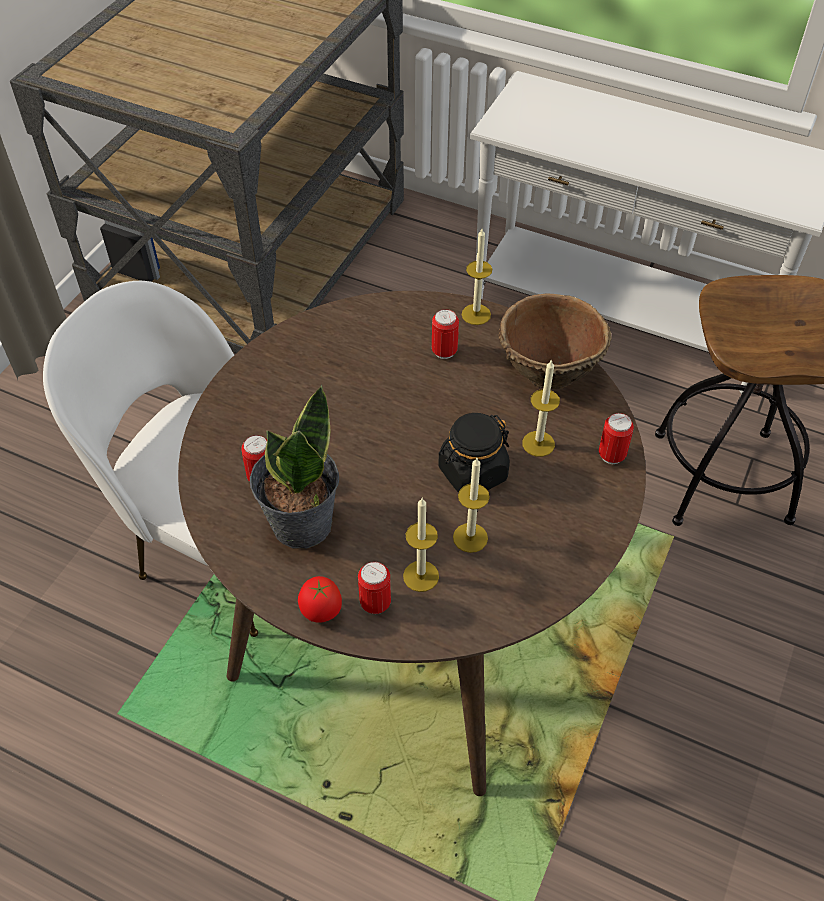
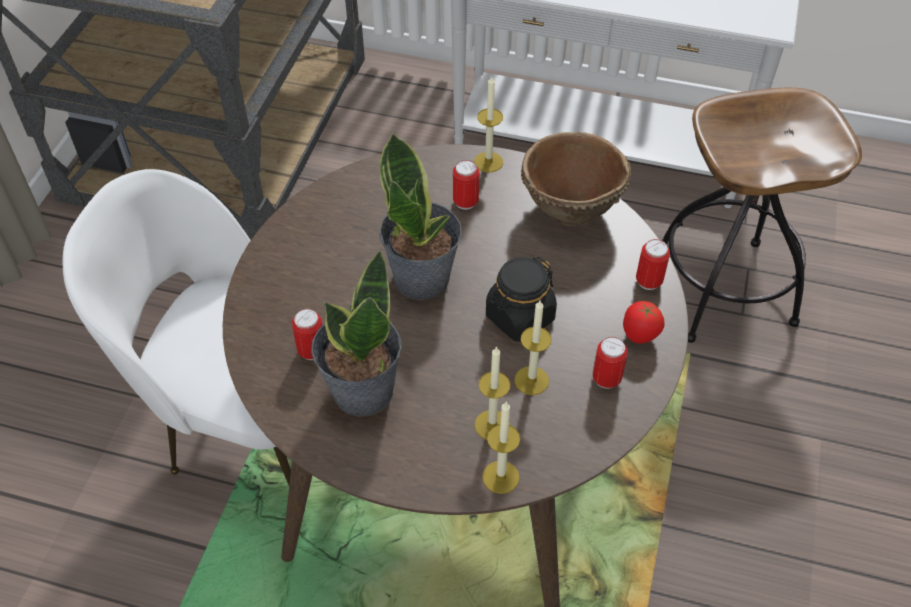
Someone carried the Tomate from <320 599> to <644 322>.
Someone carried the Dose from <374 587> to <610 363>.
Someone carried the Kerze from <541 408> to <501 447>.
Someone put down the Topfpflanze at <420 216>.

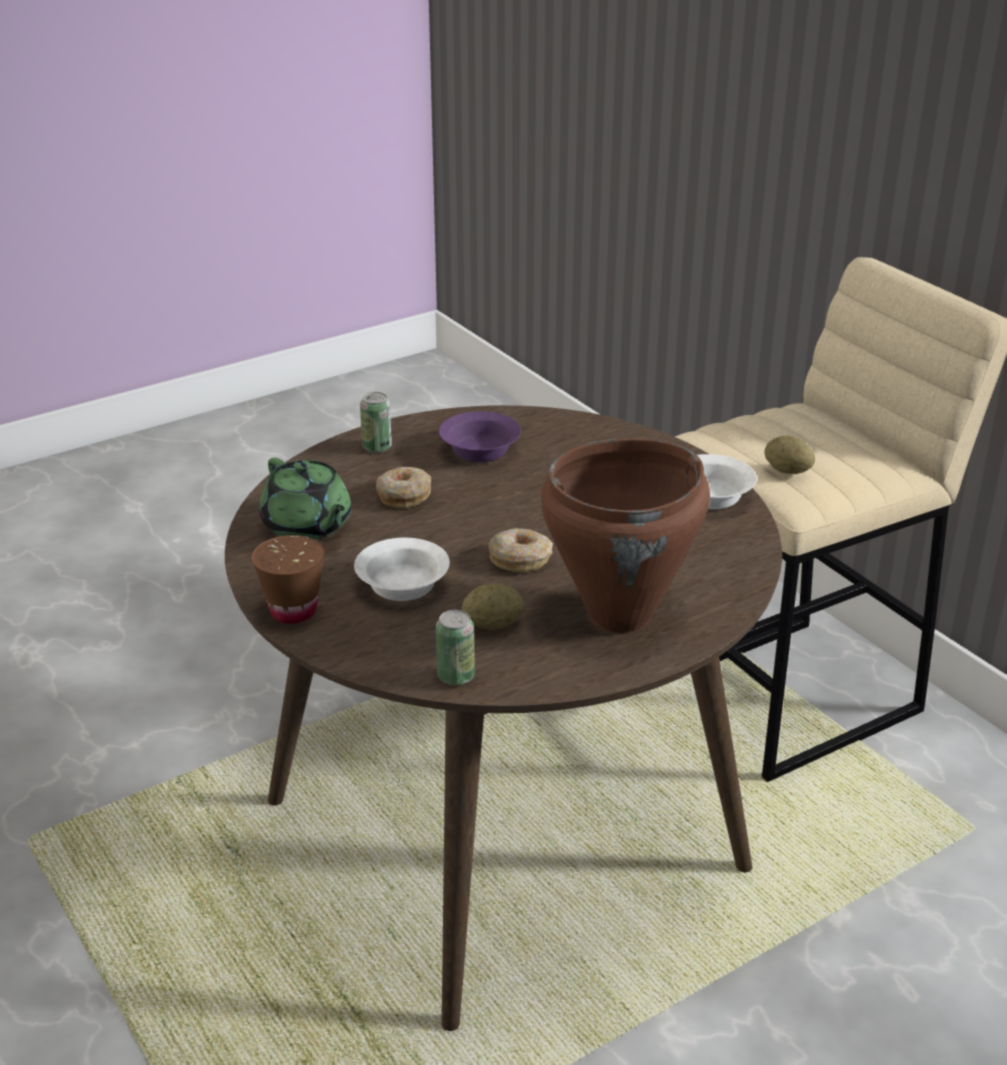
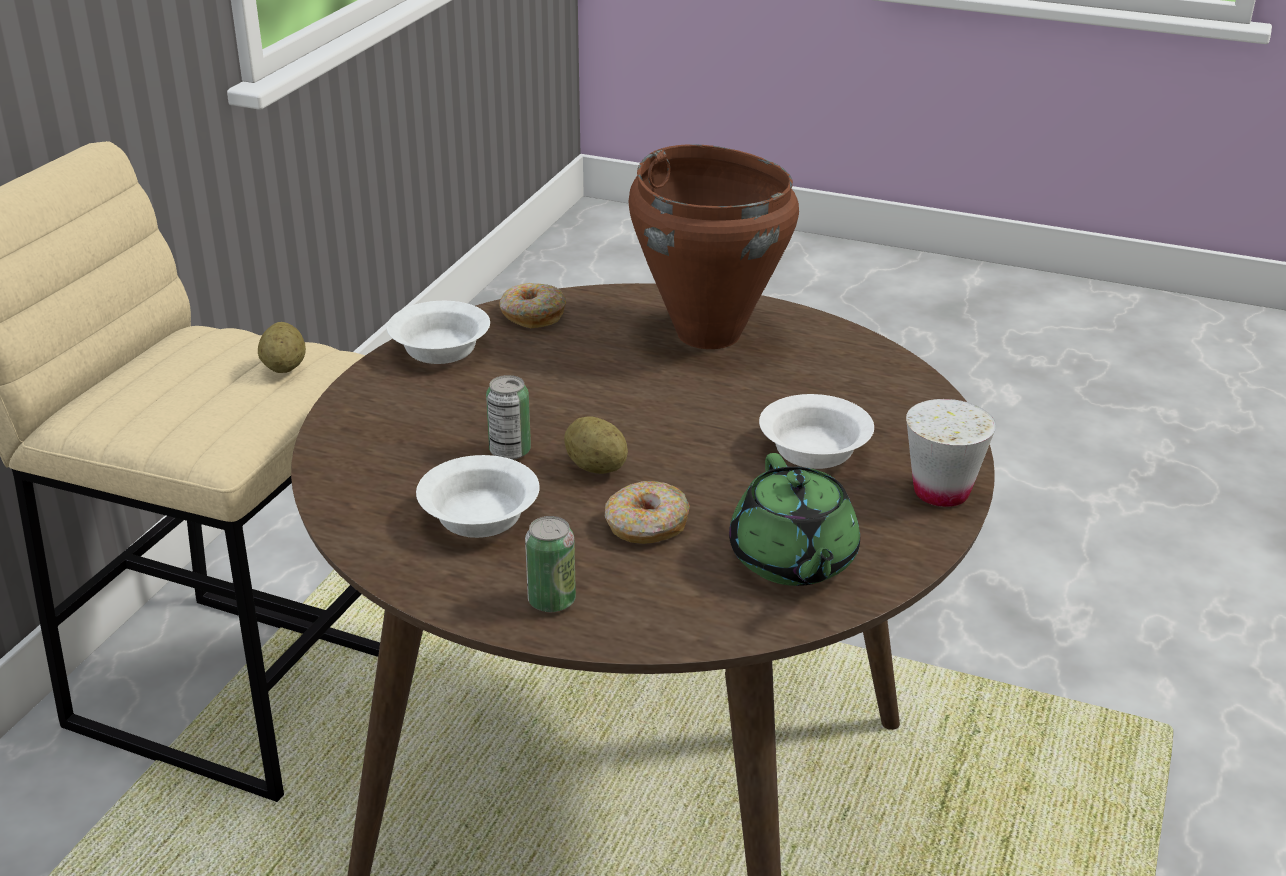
Someone repainted the Tasse [braun] at <288 579>, which became the Tasse [weiß] at <951 453>.
Someone rotated the Teekanne [grün] at <305 499> by 150 degrees clockwise.
Someone carried the Dose from <455 647> to <508 417>.
Someone repainted the Schüssel [lila] at <480 436>, which became the Schüssel [weiß] at <478 496>.
Someone carried the Kartoffel from <493 607> to <596 445>.
Someone carried the Donut from <521 550> to <533 305>.

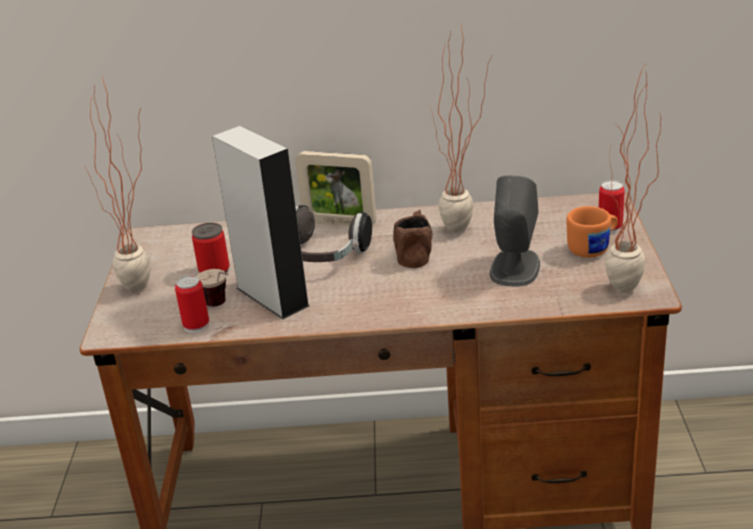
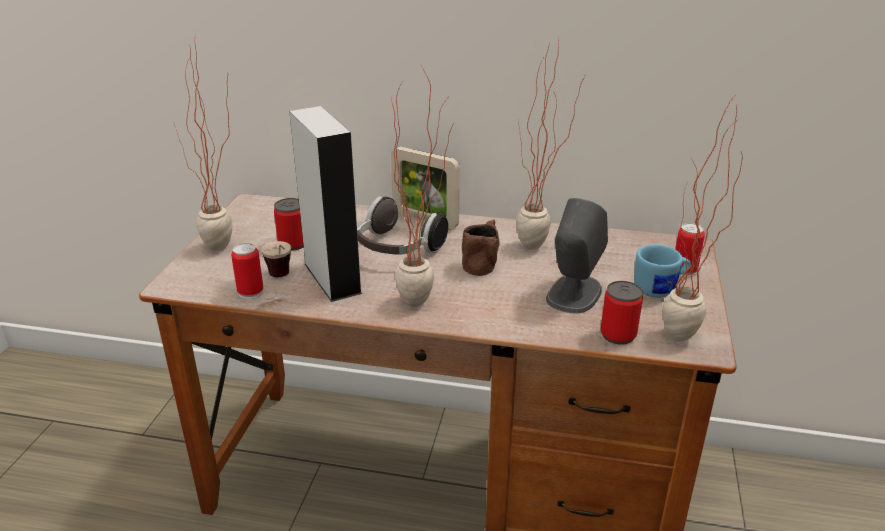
Someone repainted the Henkelbecher [orange] at <592 232>, which became the Henkelbecher [blau] at <662 271>.
Someone put down the Topfpflanze at <422 186>.
Someone put down the Dose at <622 313>.

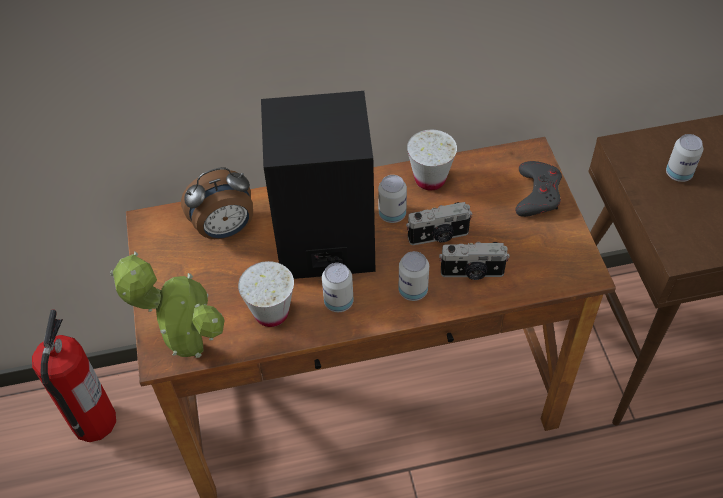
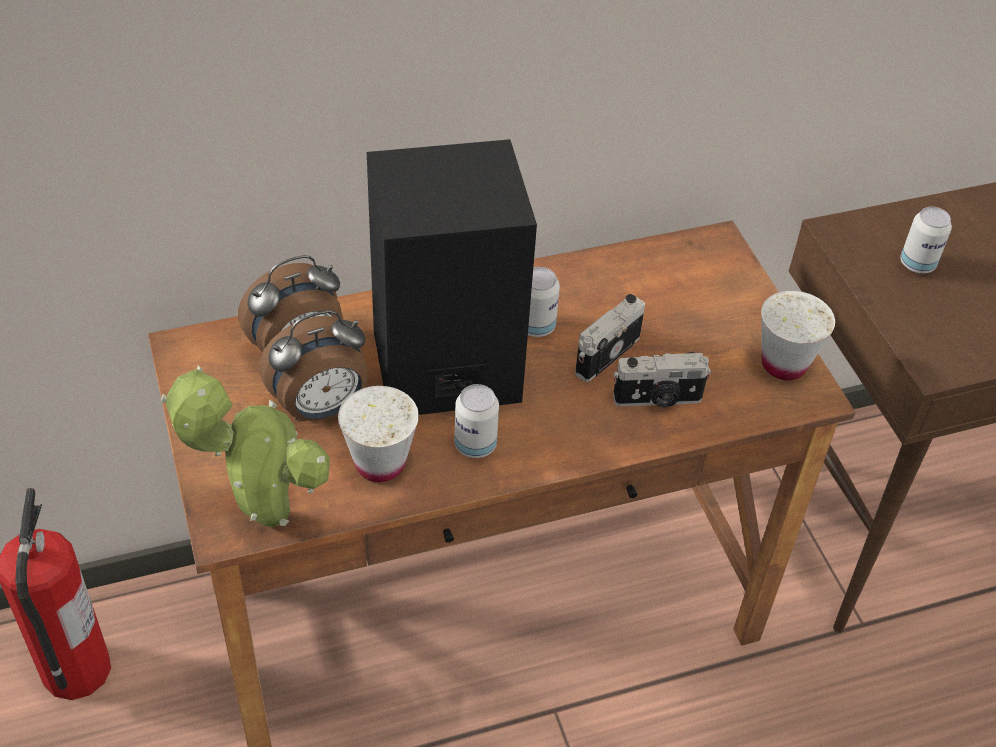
Someone took away the Dose at <414 276>.
Someone rotated the Kamera at <439 223> by 150 degrees clockwise.
Someone carried the Tasse [weiß] from <432 160> to <798 335>.
Someone took away the Gamepad [grau] at <538 189>.
Someone put down the Wecker at <313 365>.

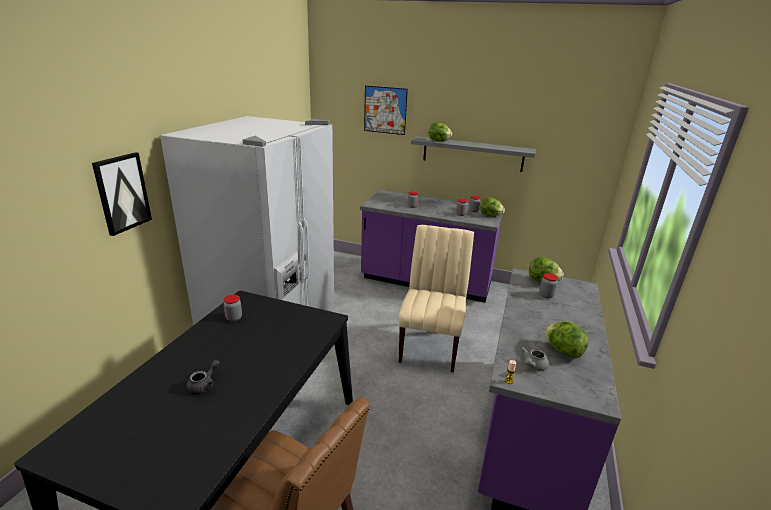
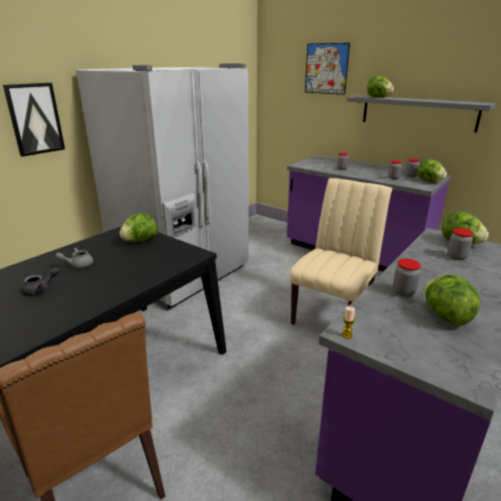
Someone carried the Vorratsglas from <233 308> to <407 278>.
Someone carried the Teekanne [grau] from <535 359> to <74 258>.
Someone put down the Salatkopf at <138 227>.

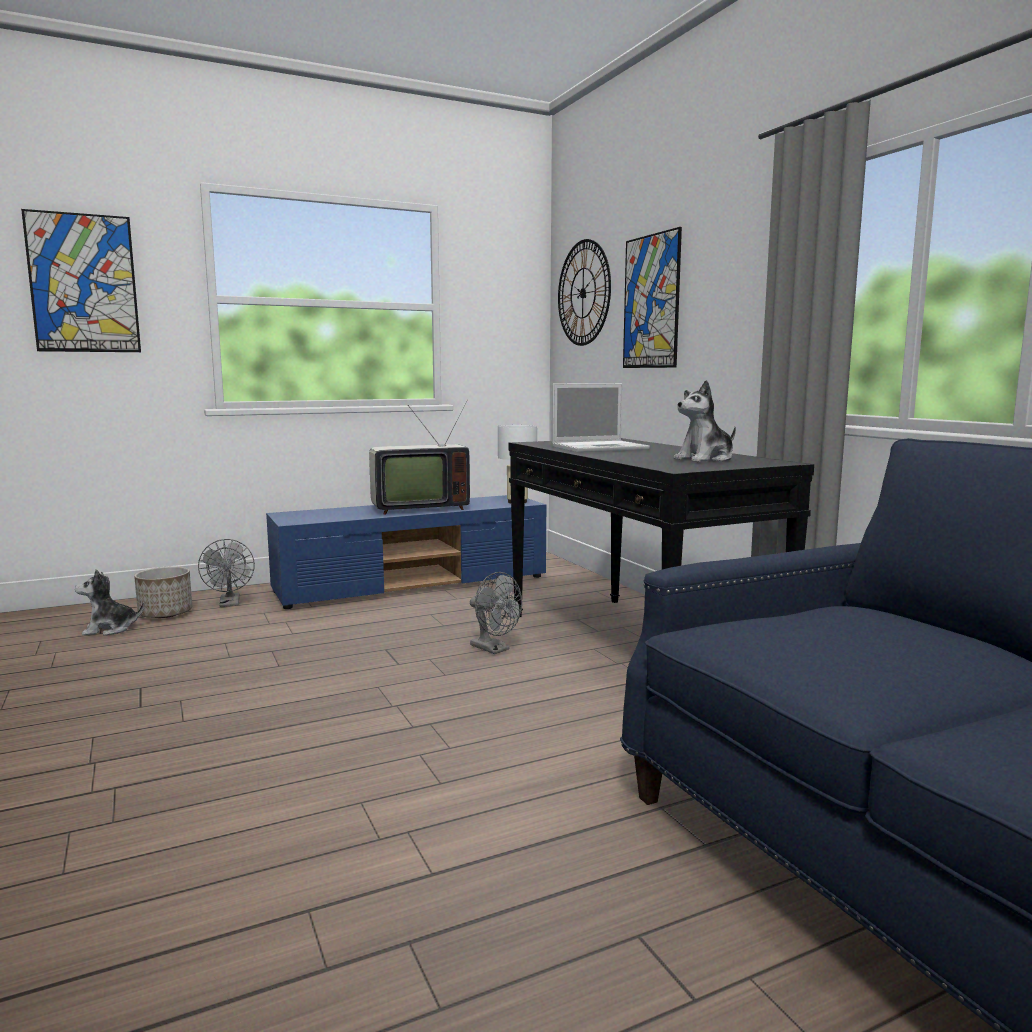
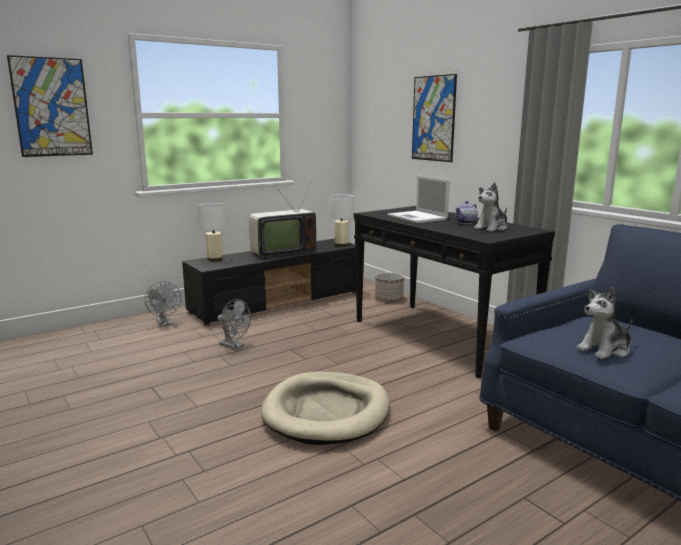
Someone carried the Plüschtier from <109 602> to <604 323>.
Someone carried the Pflanzkübel from <163 592> to <389 287>.
Someone repainted the Fernsehschrank [blau] at <406 552>, which became the Fernsehschrank [schwarz] at <269 282>.
Someone carried the Ventilator [grau] from <496 613> to <234 324>.
Someone rotated the Laptop at <600 417> by 90 degrees clockwise.
Someone took away the Wanduhr at <584 292>.
Someone put down the Tischlampe [weiß] at <212 232>.
Someone put down the Hundebett [beige] at <325 408>.
Someone put down the Teekanne at <466 212>.

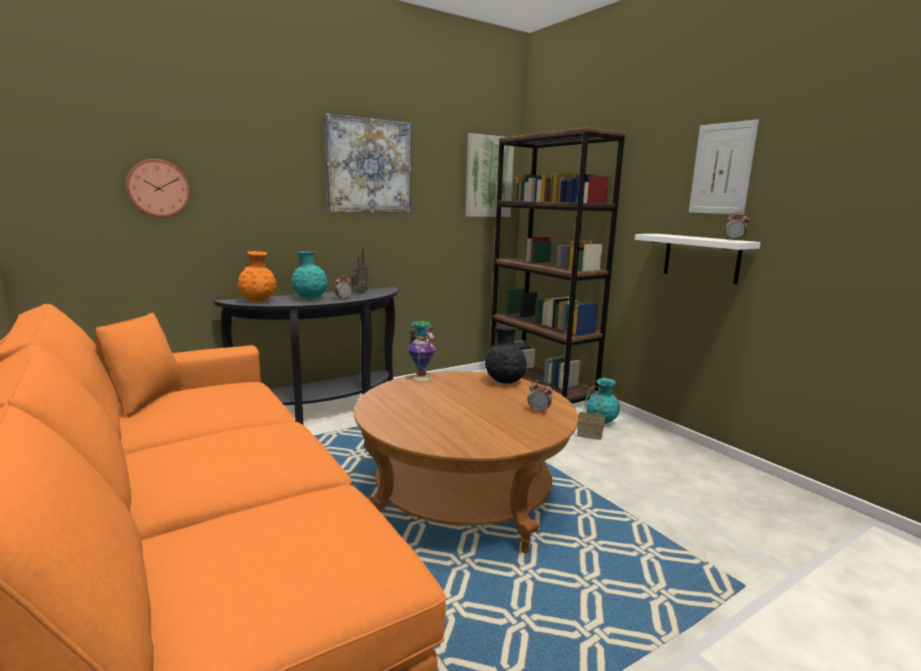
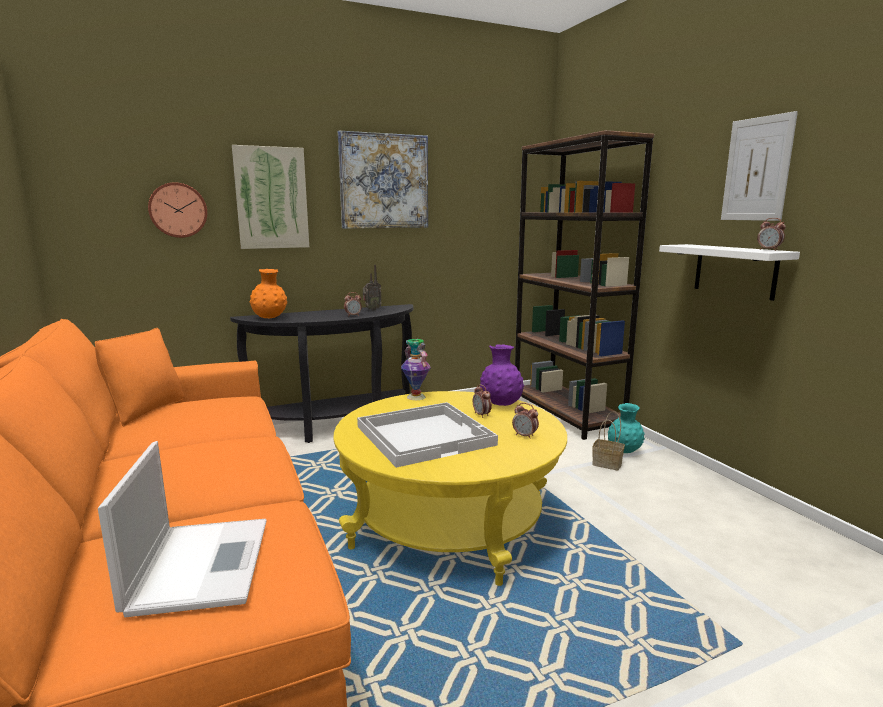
Someone took away the Vase [türkis] at <309 275>.
Someone repainted the Couchtisch [braun] at <466 462>, which became the Couchtisch [gelb] at <450 488>.
Someone carried the Bild from <489 175> to <270 197>.
Someone repainted the Vase [schwarz] at <506 355>, which became the Vase [lila] at <502 375>.
Someone put down the Laptop at <182 529>.
Someone put down the Tablett [weiß] at <427 435>.
Someone put down the Wecker at <482 401>.

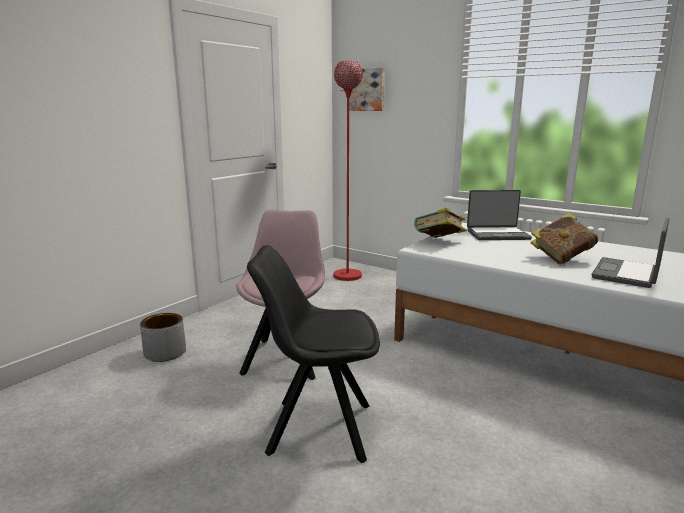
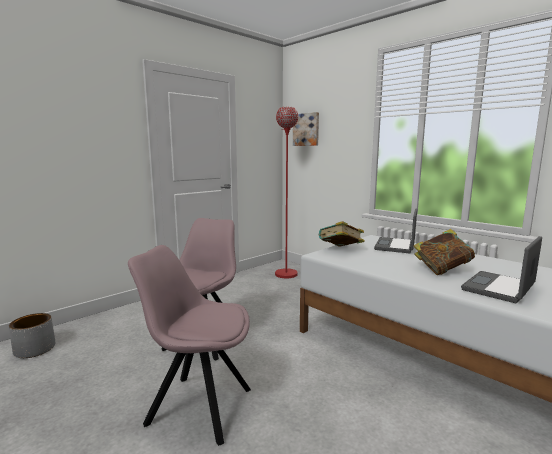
Someone carried the Pflanzkübel [grau] from <163 337> to <32 335>.
Someone repainted the Stuhl [schwarz] at <313 354>, which became the Stuhl [rosa] at <189 345>.
Someone rotated the Laptop at <499 215> by 105 degrees clockwise.

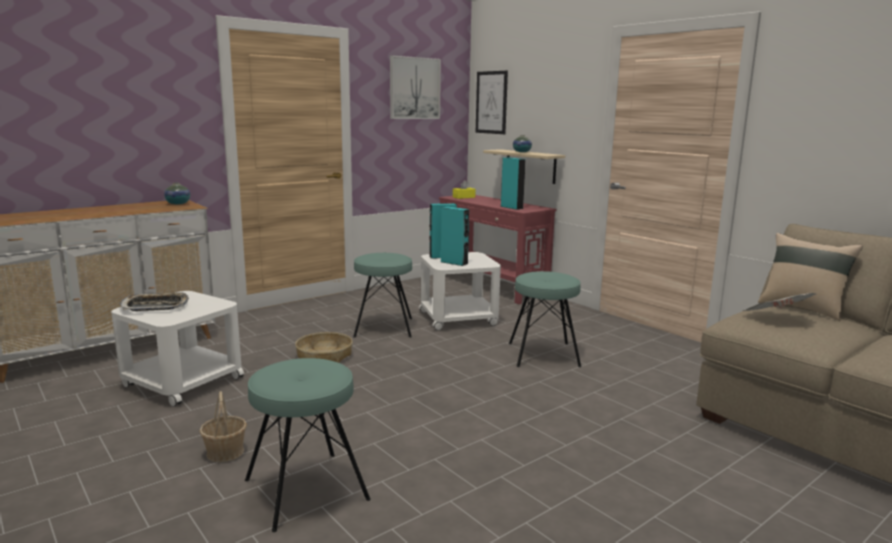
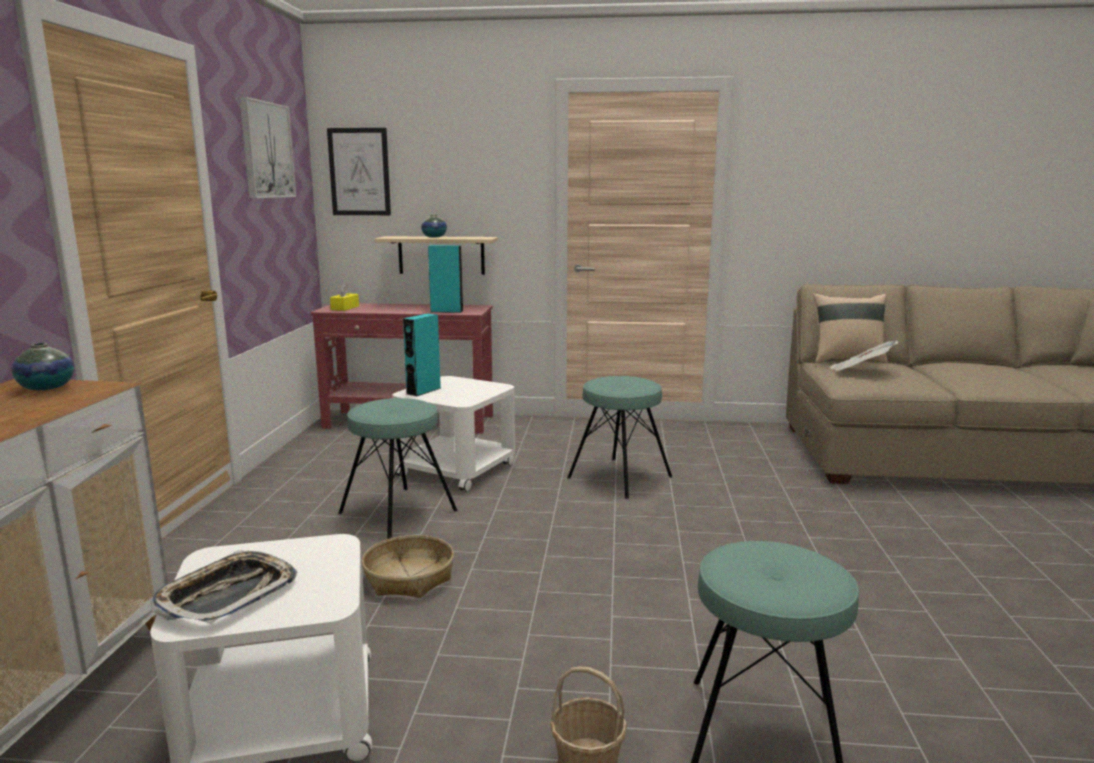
Someone took away the Lautsprecher [türkis] at <455 236>.

